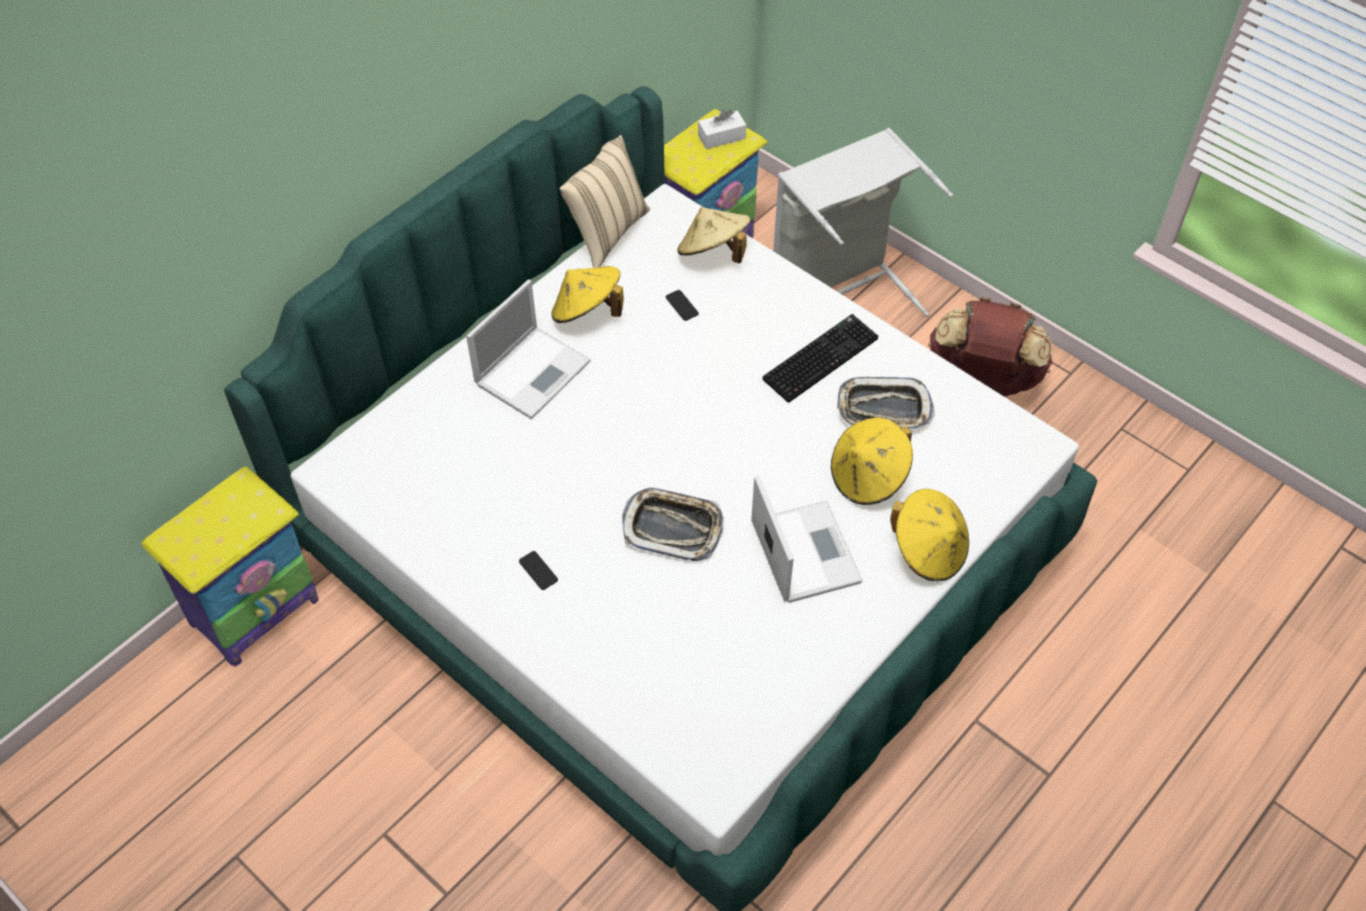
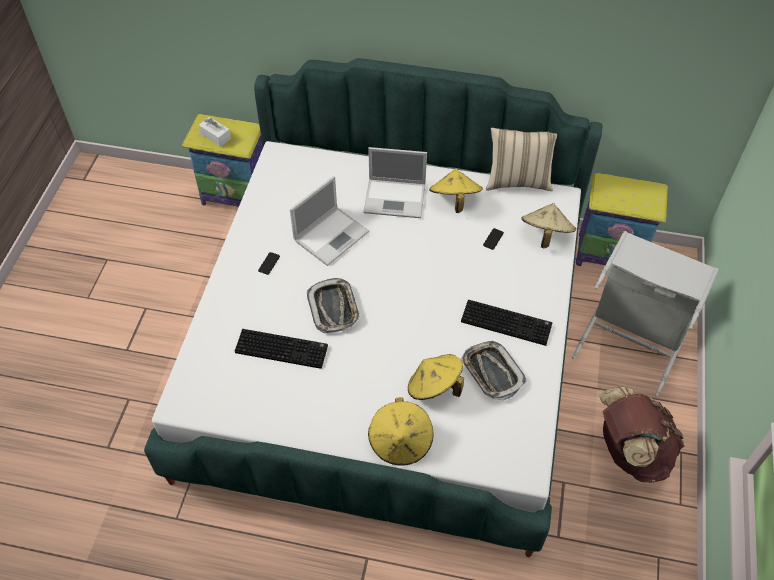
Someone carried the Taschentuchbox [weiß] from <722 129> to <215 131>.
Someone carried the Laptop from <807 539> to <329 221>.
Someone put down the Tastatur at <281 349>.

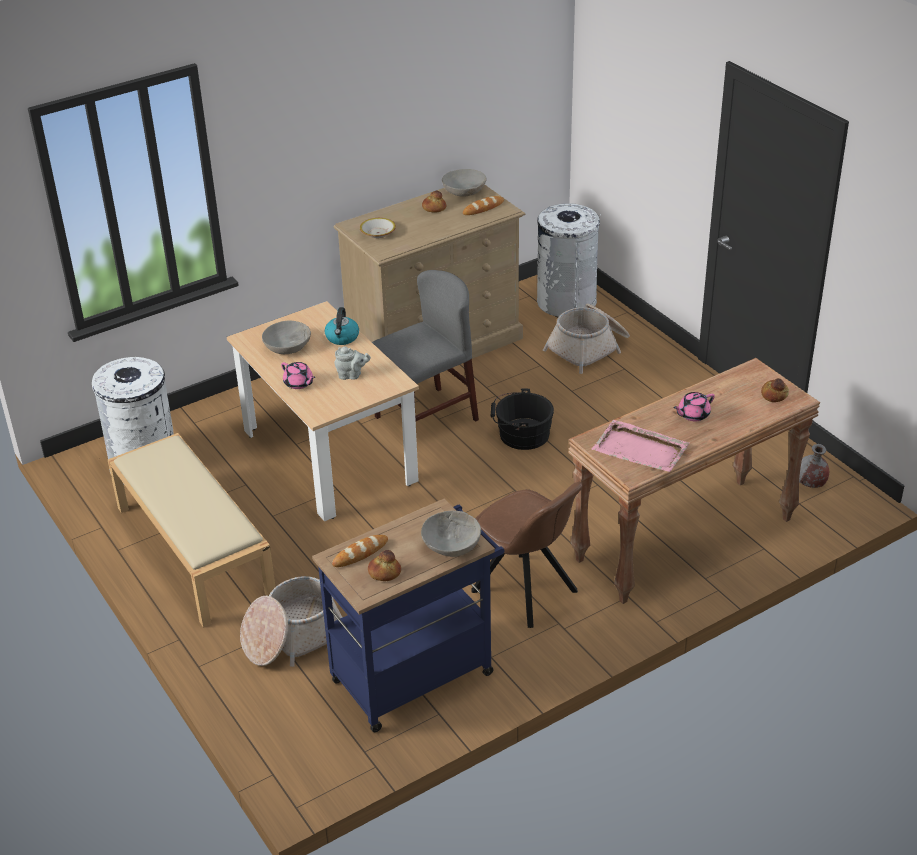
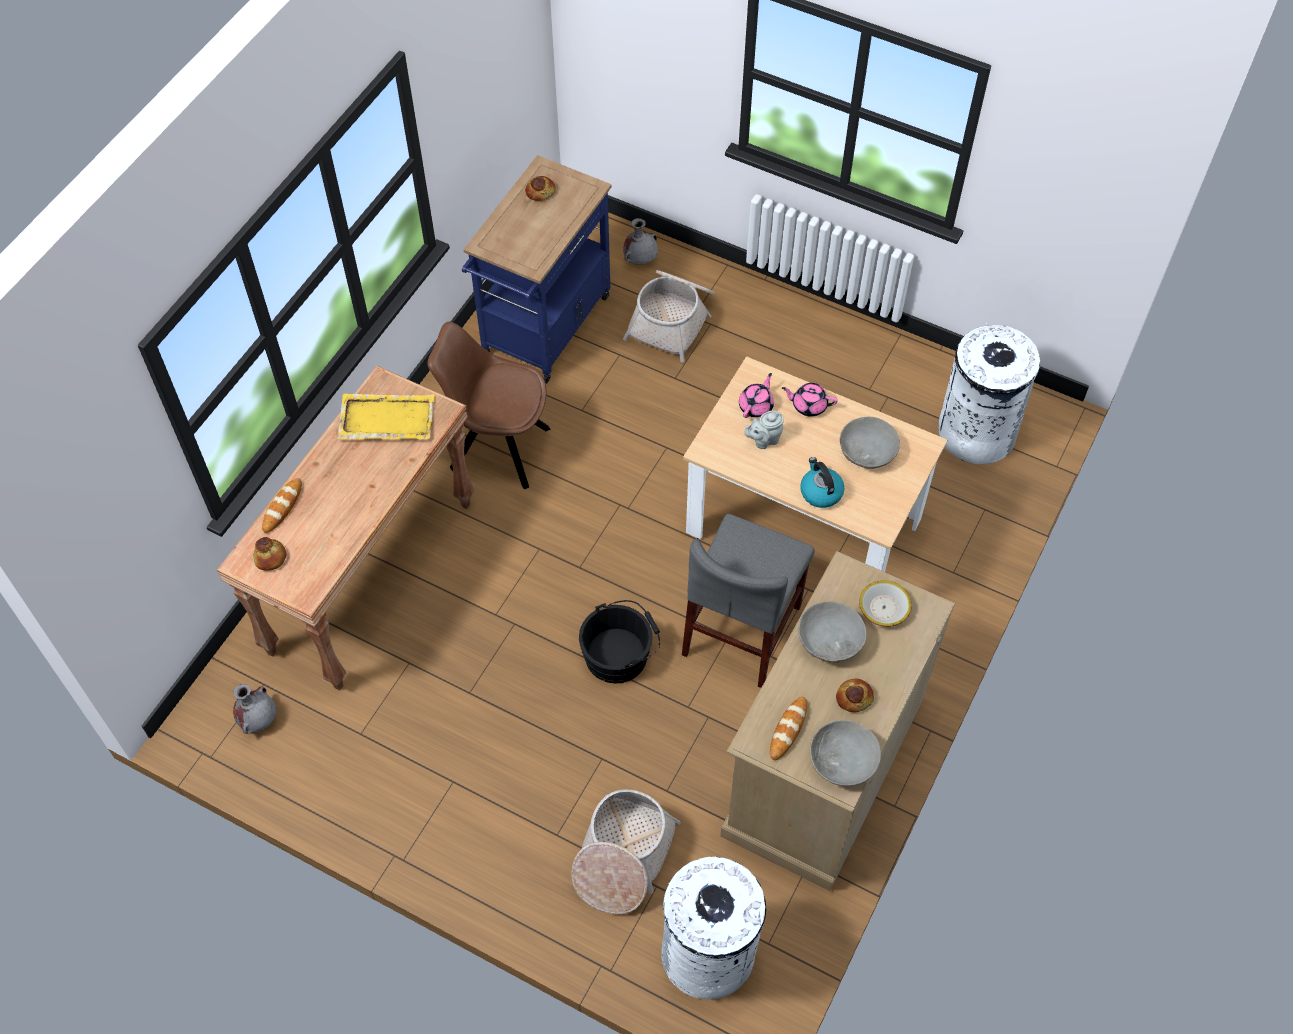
Someone took away the Bank [beige] at <192 530>.
Someone carried the Brot from <360 551> to <282 505>.
Someone carried the Schüssel [grau] from <451 533> to <832 632>.
Someone repainted the Tablett [rosa] at <640 446>, which became the Tablett [gelb] at <386 417>.
Someone carried the Teekanne [rosa] from <694 406> to <756 395>.
Someone put down the Vase [grau] at <640 241>.

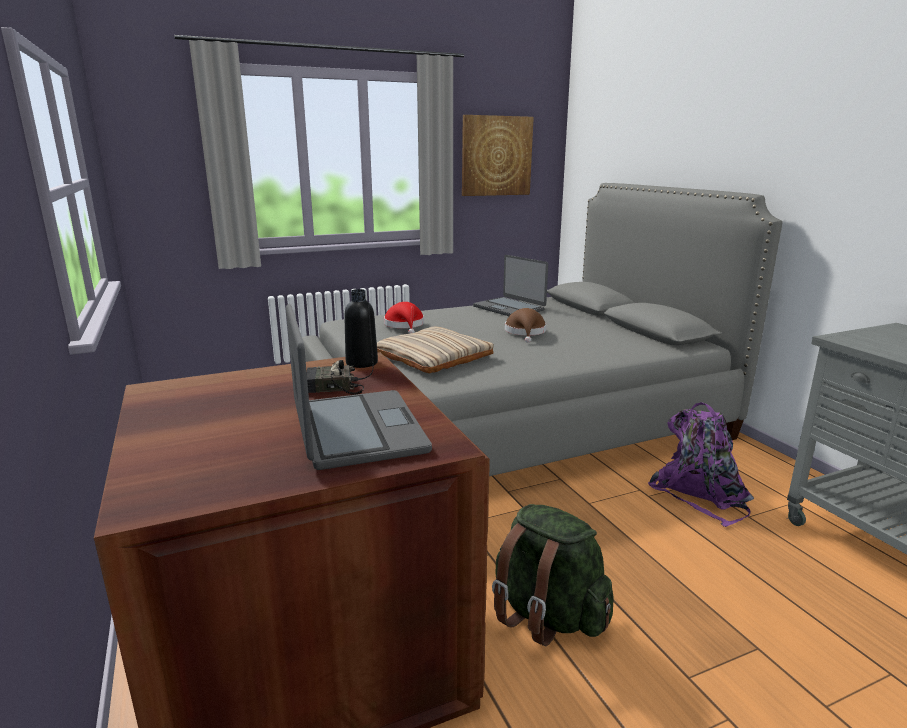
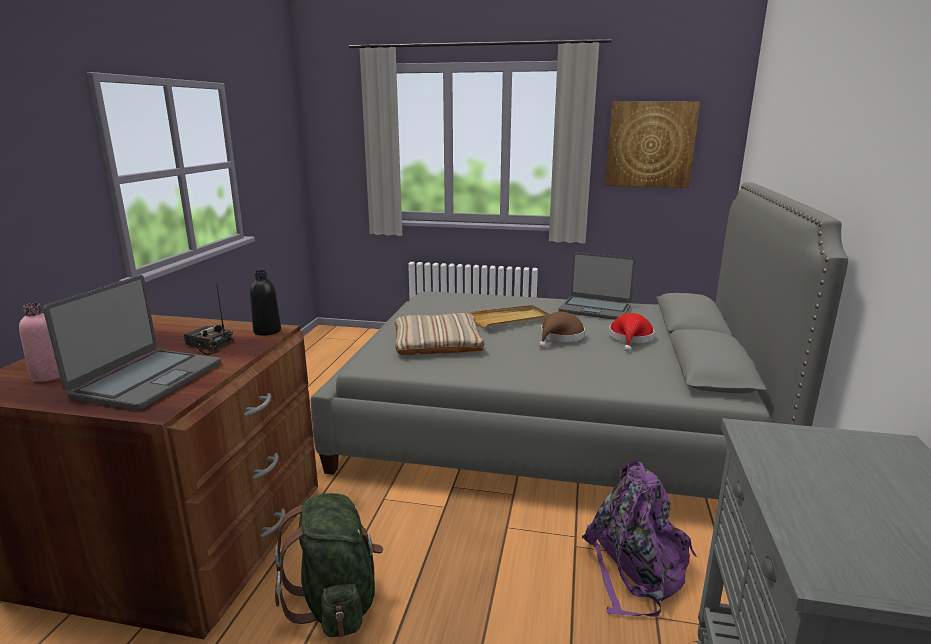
Someone carried the Hut [rot] from <404 318> to <631 332>.
Someone rotated the Laptop at <510 285> by 60 degrees counterclockwise.
Someone put down the Flasche [rosa] at <39 342>.
Someone put down the Tablett [beige] at <510 316>.

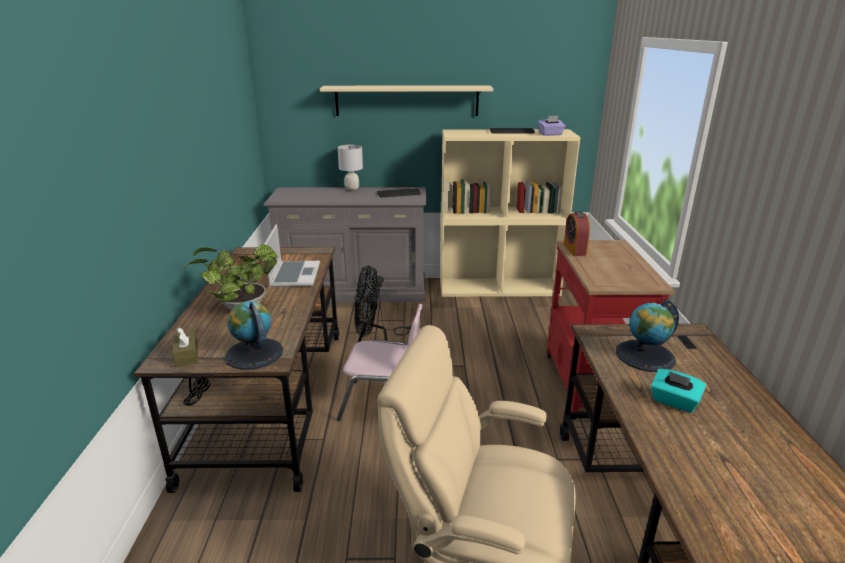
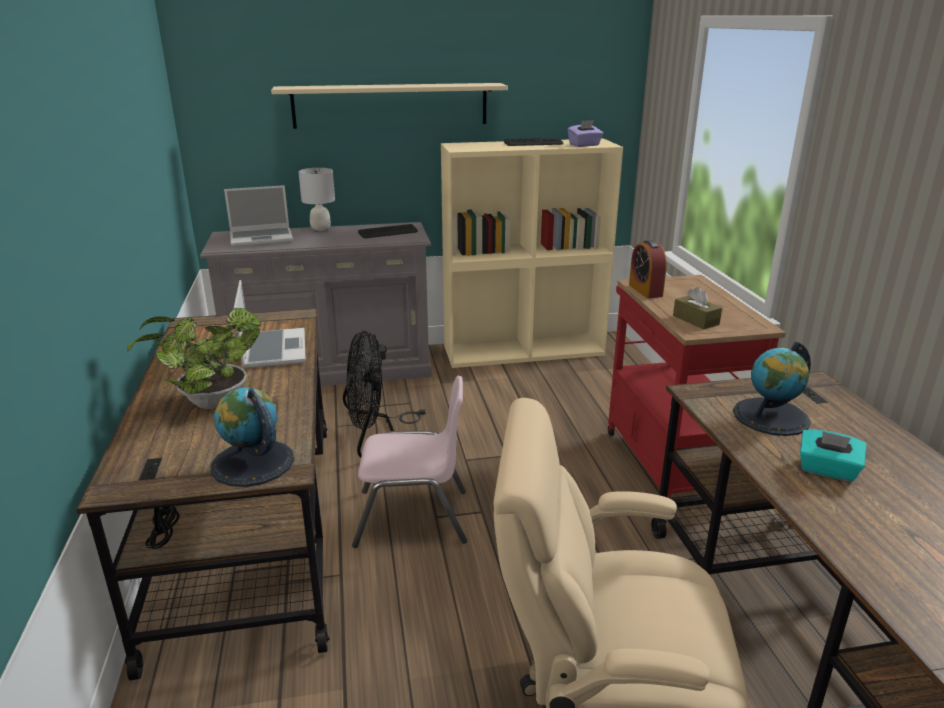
Someone carried the Taschentuchbox [braun] from <185 347> to <697 308>.
Someone put down the Laptop at <258 216>.

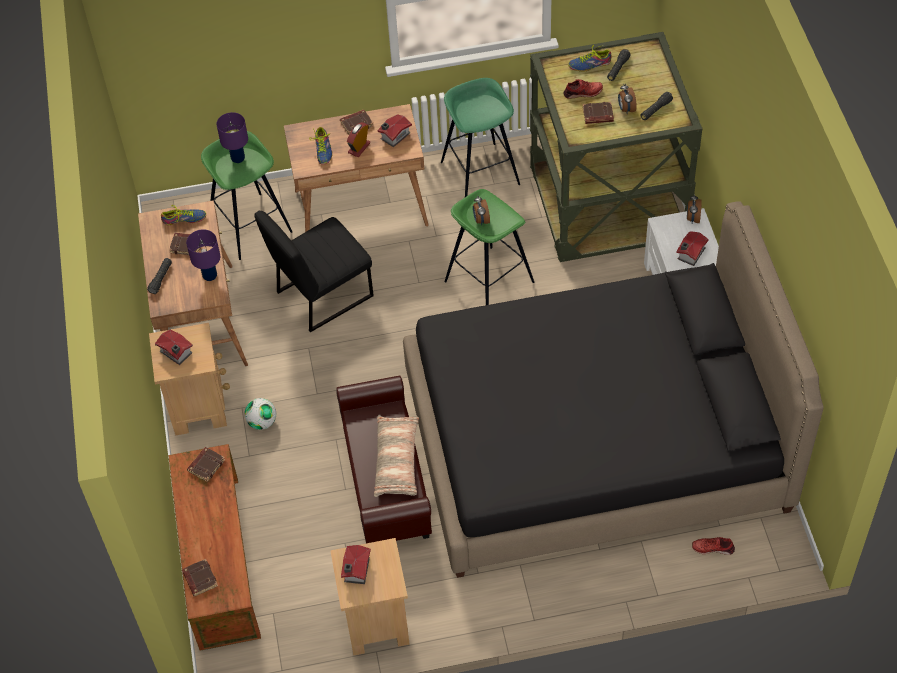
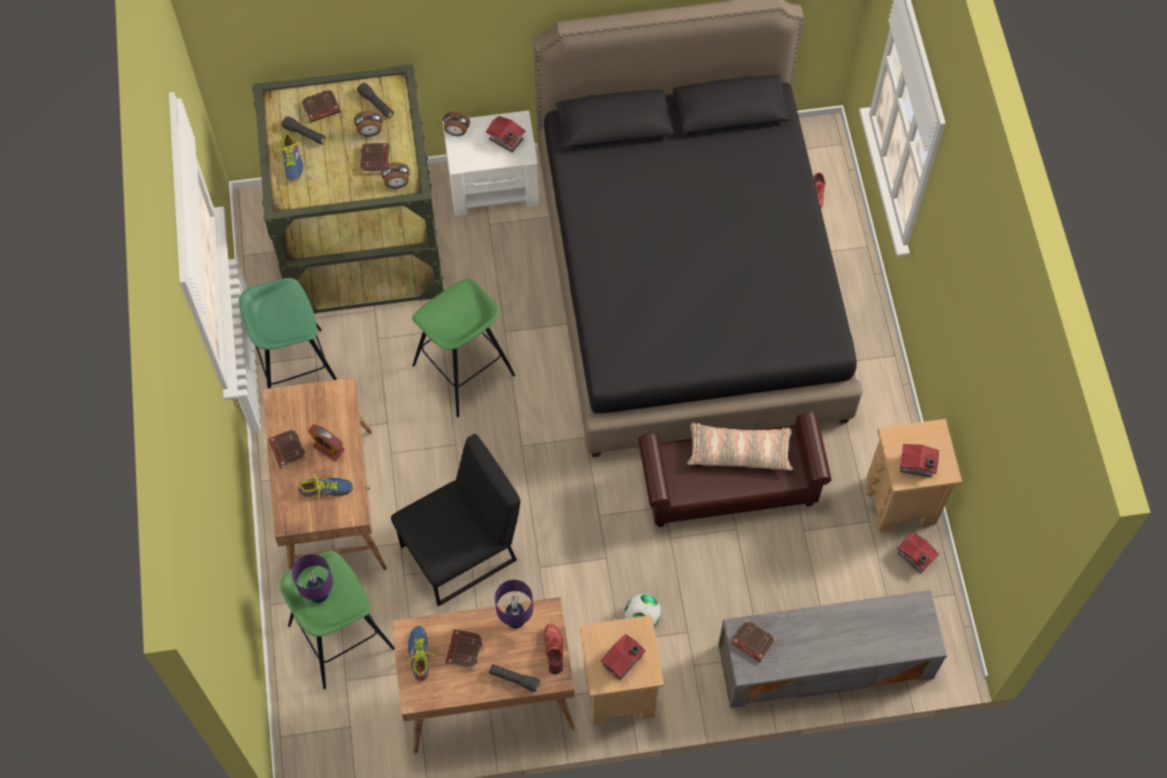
Someone repainted the Bank [braun] at <214 547>, which became the Bank [grau] at <832 649>.
Someone carried the Buch [braun] from <200 577> to <321 106>.
Someone rotated the Stuhl [schwarz] at <314 271> by 90 degrees counterclockwise.
Someone carried the Spielzeughaus from <395 130> to <918 552>.
Someone carried the Wecker from <481 210> to <395 175>.
Someone carried the Schuh [rot] from <583 89> to <553 649>.

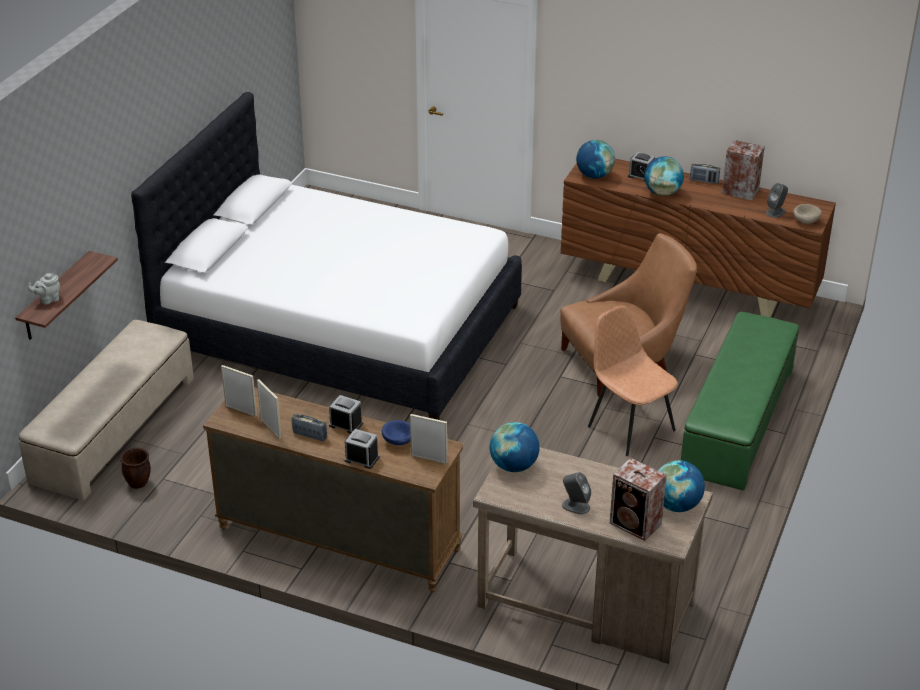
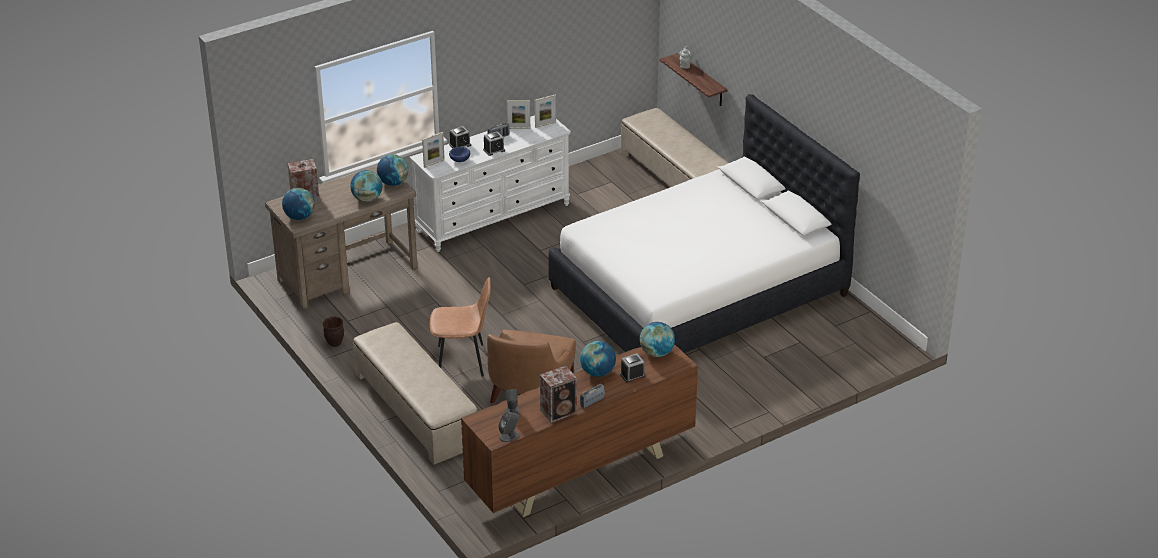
Someone carried the Pflanzkübel [braun] from <135 468> to <333 331>.
Someone repainted the Kommode [braun] at <333 489>, which became the Kommode [weiß] at <490 183>.
Someone carried the Lautsprecher [grau] from <576 493> to <508 426>.
Someone repainted the Bank [grün] at <740 401>, which became the Bank [beige] at <415 393>.
Someone took away the Schüssel [beige] at <807 214>.
Someone put down the Globus at <366 186>.

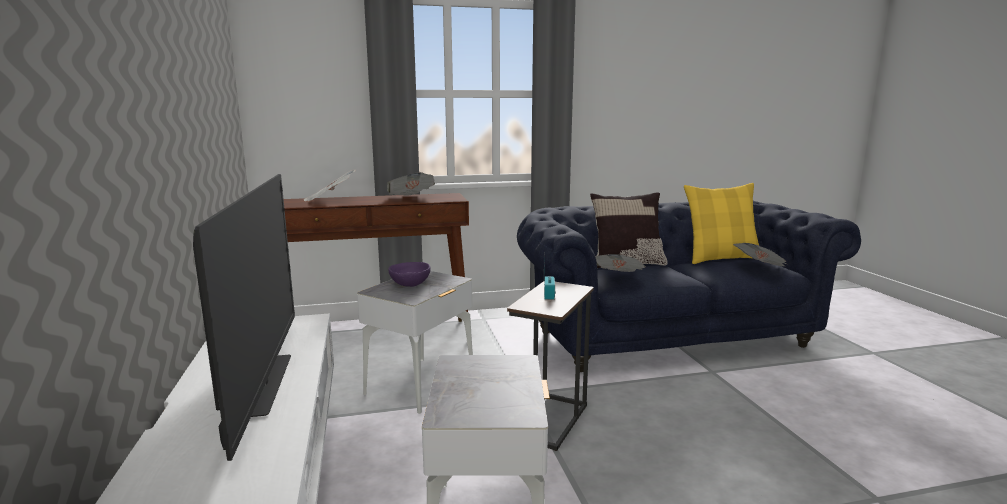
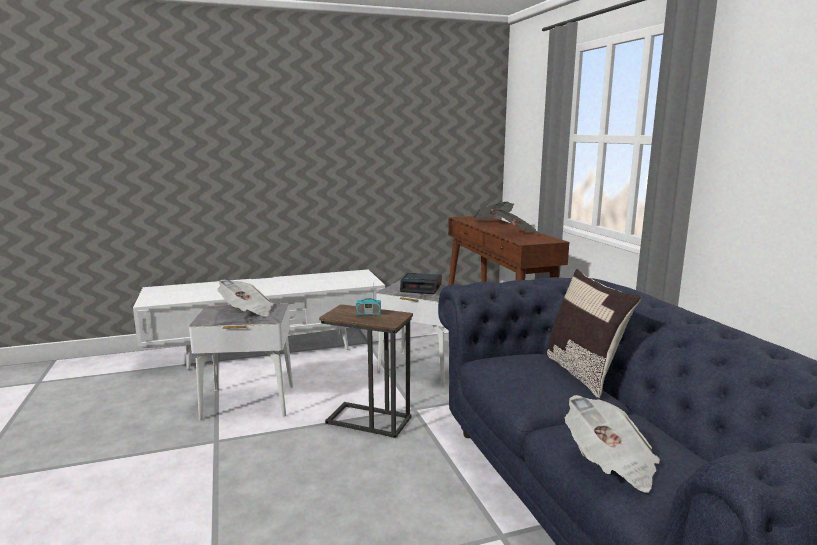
Someone took away the Fernseher at <244 317>.
Someone swapped the Schüssel [lila] at <409 274> for the Wecker at <421 283>.
Someone carried the Zeitung from <620 263> to <245 298>.
Someone took away the Kissen [gelb] at <721 223>.

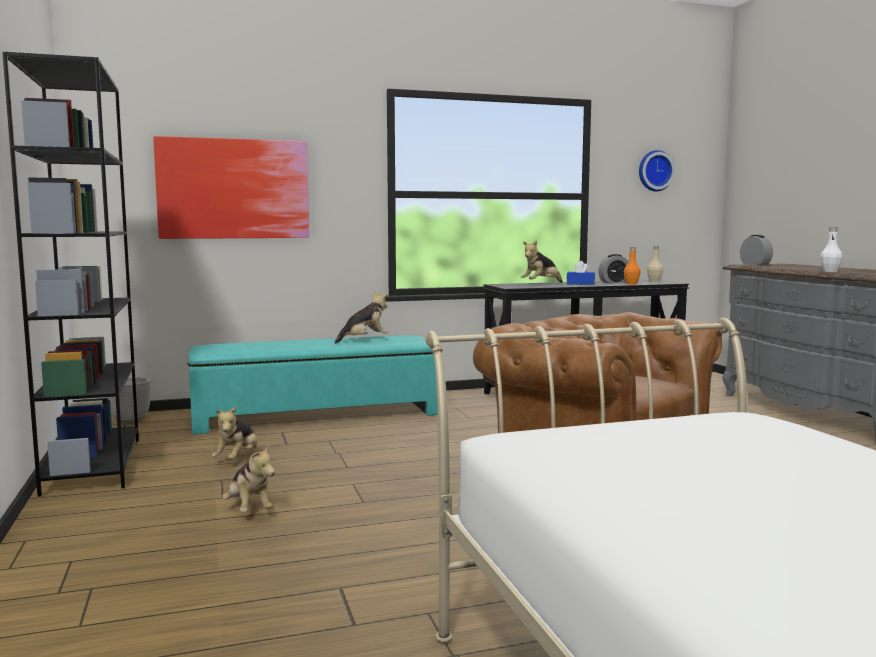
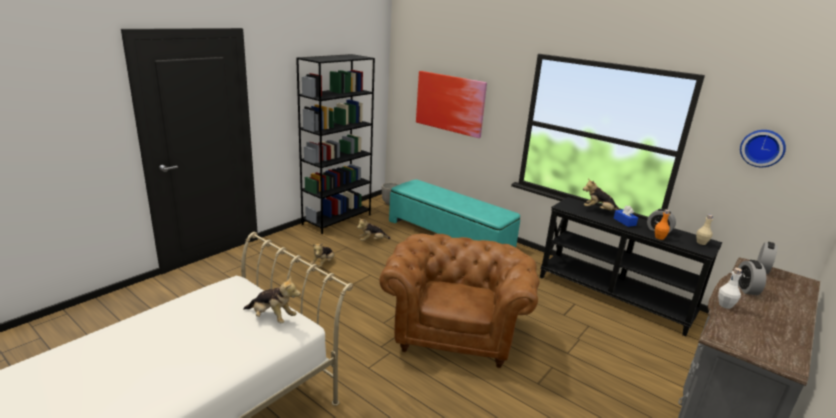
Someone carried the Plüschtier from <360 317> to <272 299>.
Someone put down the Wecker at <752 277>.

